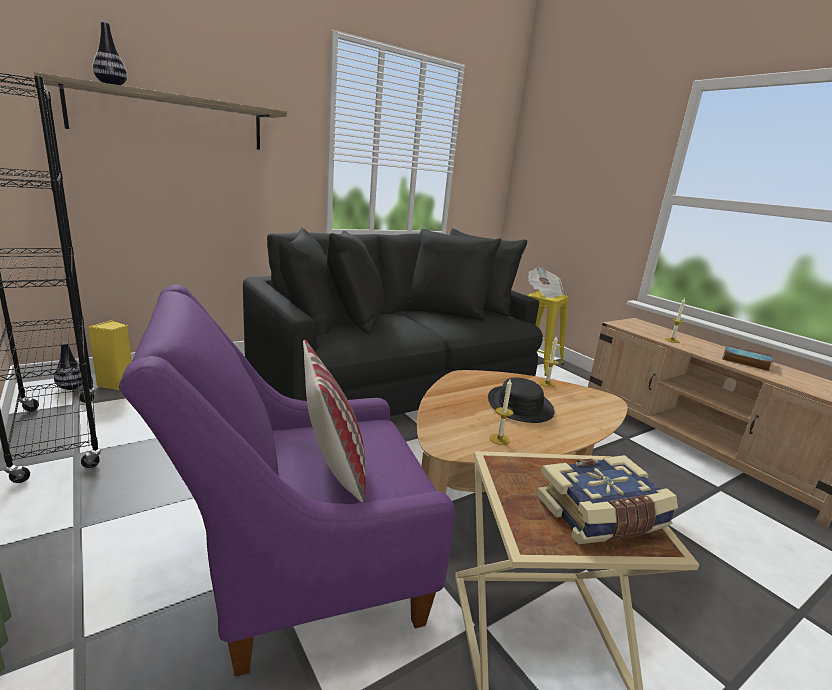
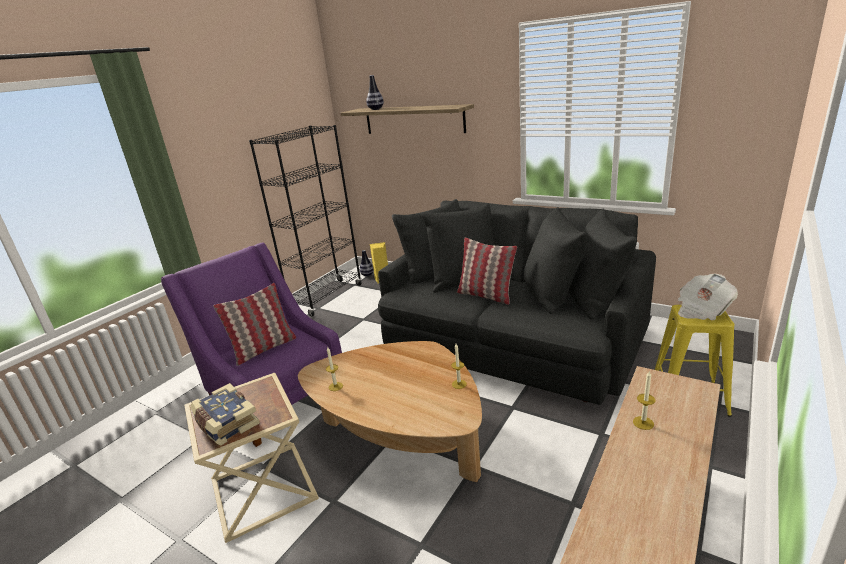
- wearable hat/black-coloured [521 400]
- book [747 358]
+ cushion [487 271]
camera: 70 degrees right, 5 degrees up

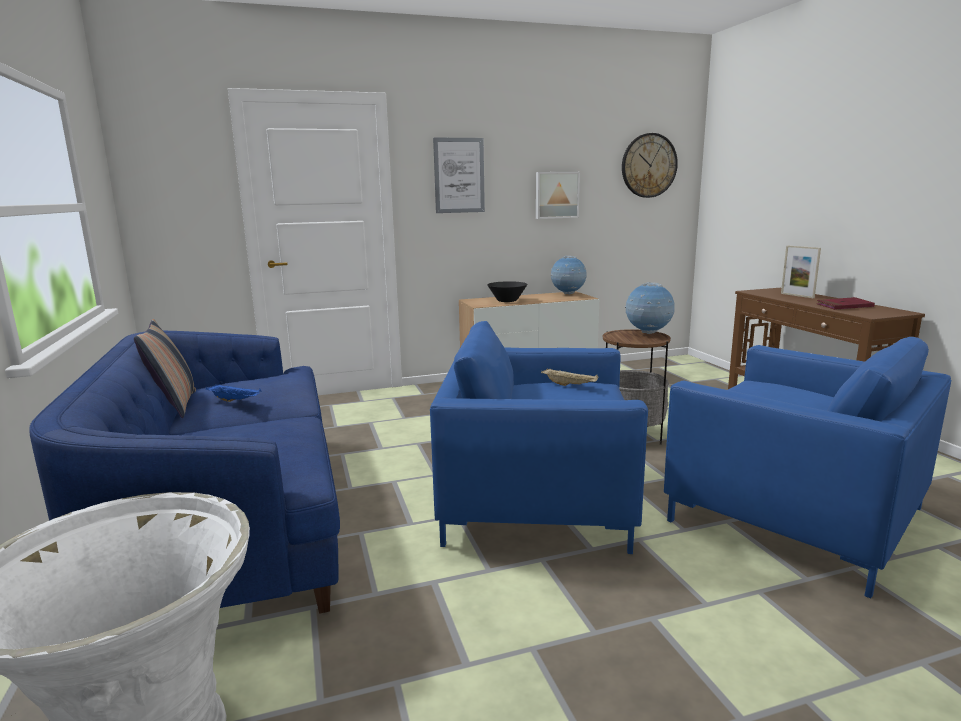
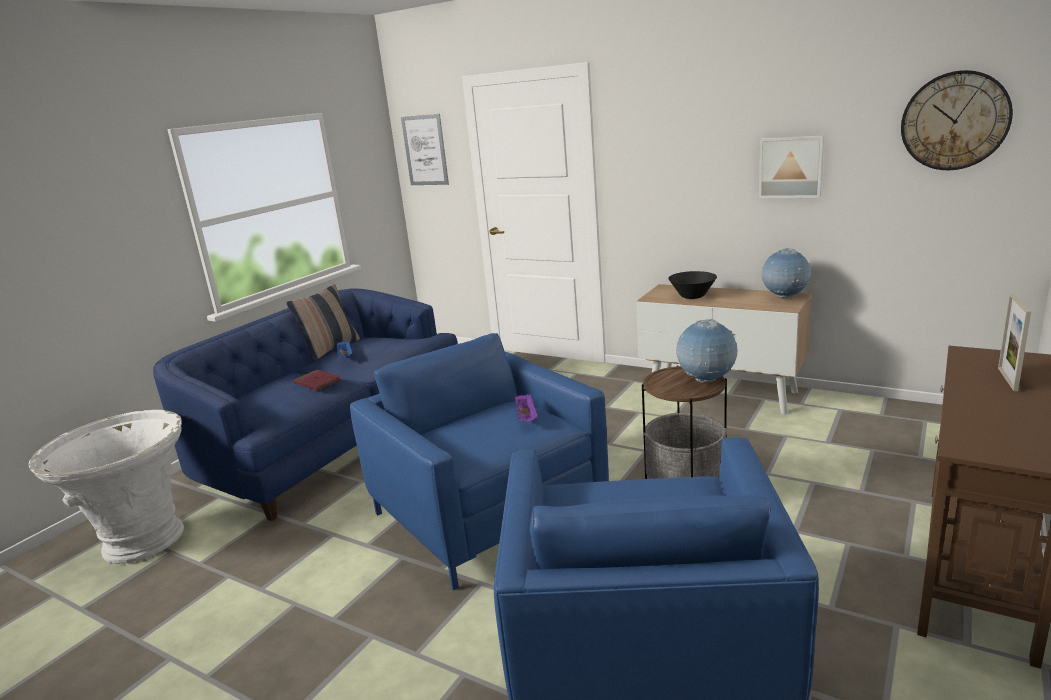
~ picture [459 175] to [425 149]
~ tray/beige [569 377] to tray/purple-coloured [526 408]
~ book/red [846 303] to [317 380]
camera: 50 degrees right, 5 degrees up

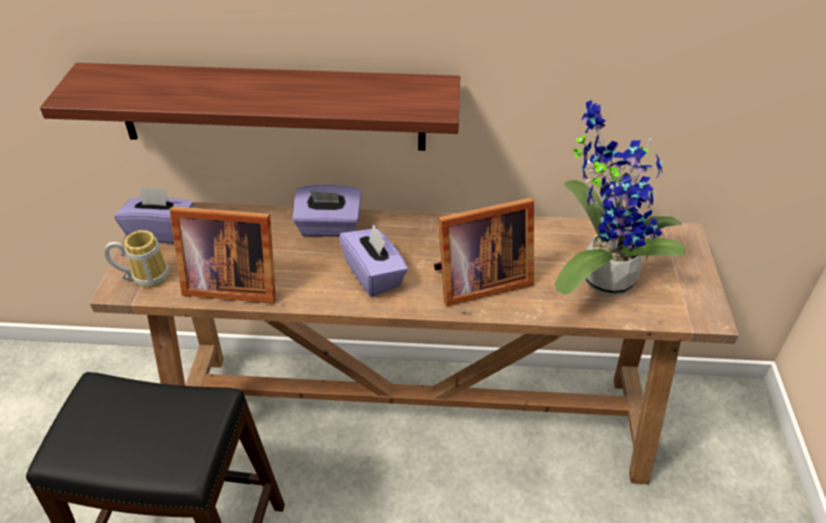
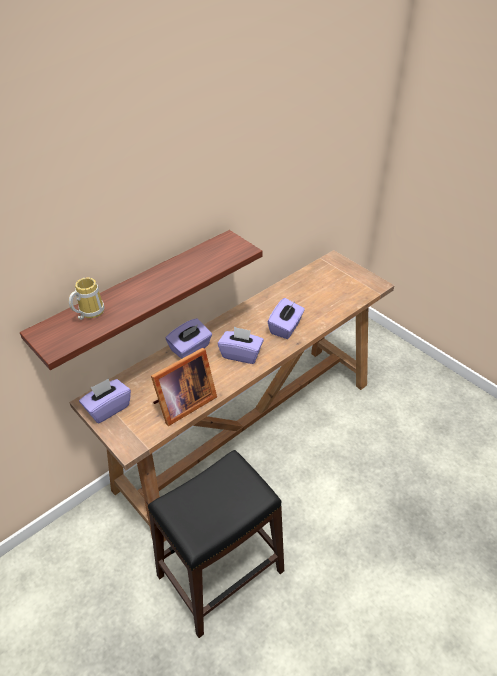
~ coffee mug [137 259] to [87 298]
~ standing frame [484 252] to box of tissues/purple-coloured [286 318]
- houseplant [620 198]
camera: 45 degrees left, 0 degrees up

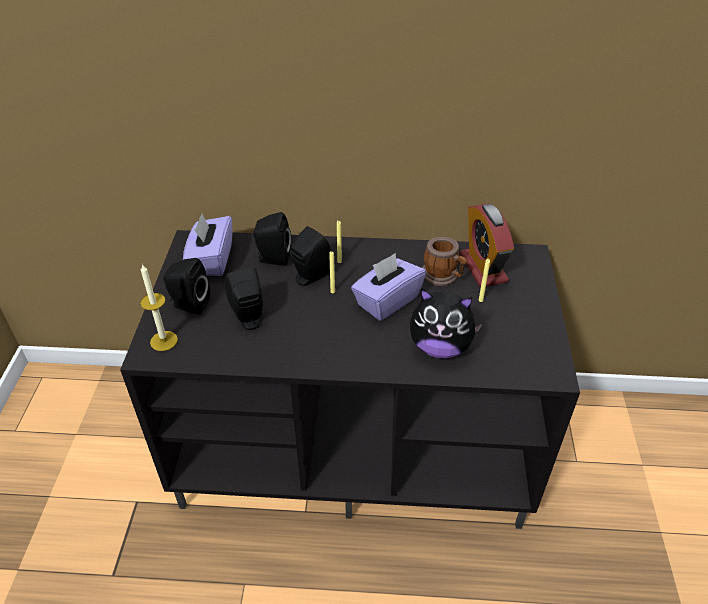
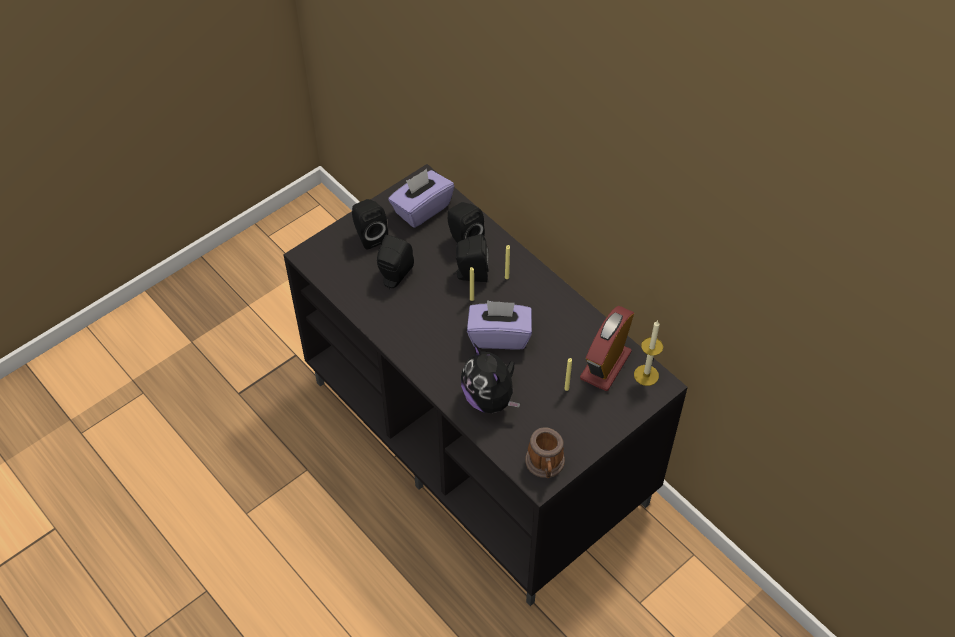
~ wax candle [159 307] to [648 353]
~ coffee mug [444 261] to [545 452]
camera: 45 degrees right, 10 degrees up

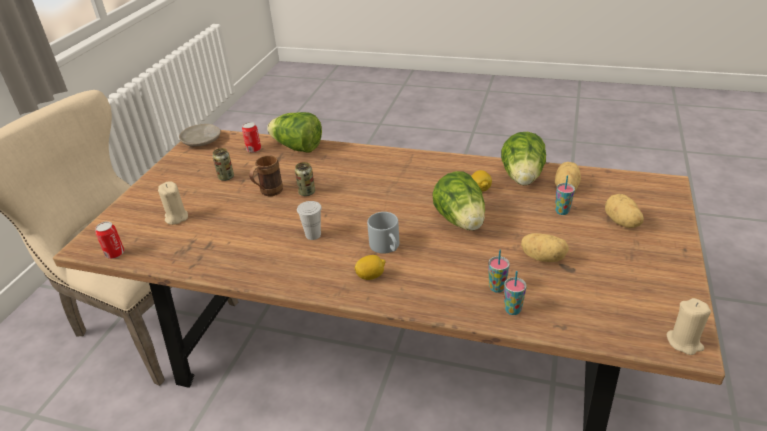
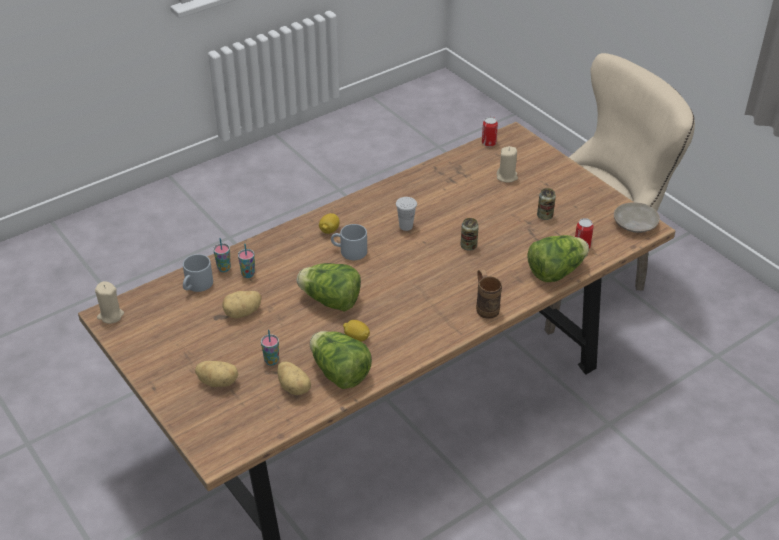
~ coffee mug/brownish [266 175] to [489 294]
+ coffee mug/gray [198 273]
camera: 125 degrees right, 5 degrees up

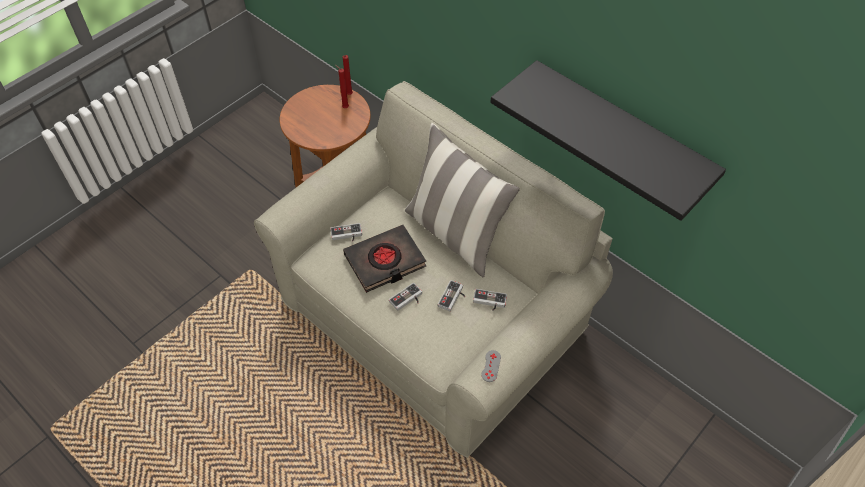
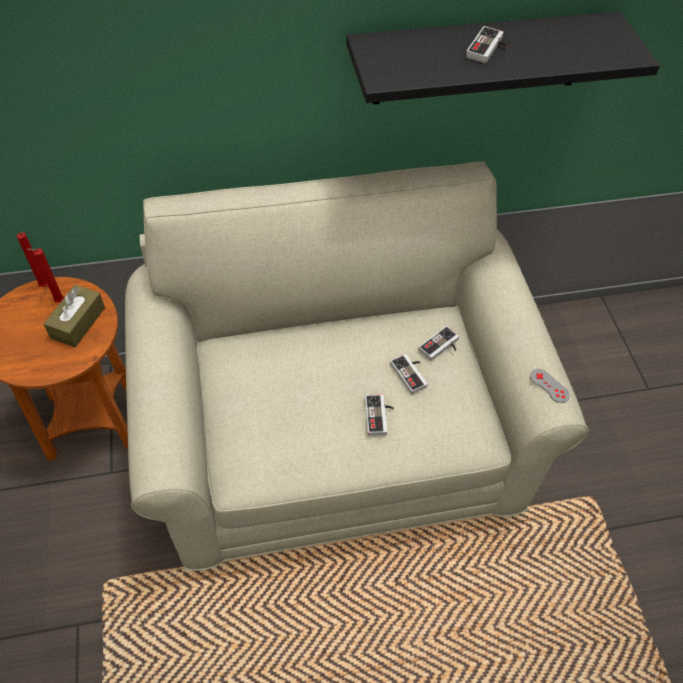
~ game controller [346 232] to [487 44]
- book/black-coloured [384 259]
- cushion [462 200]
+ box of tissues/brownish [74 316]
camera: 55 degrees left, 0 degrees up

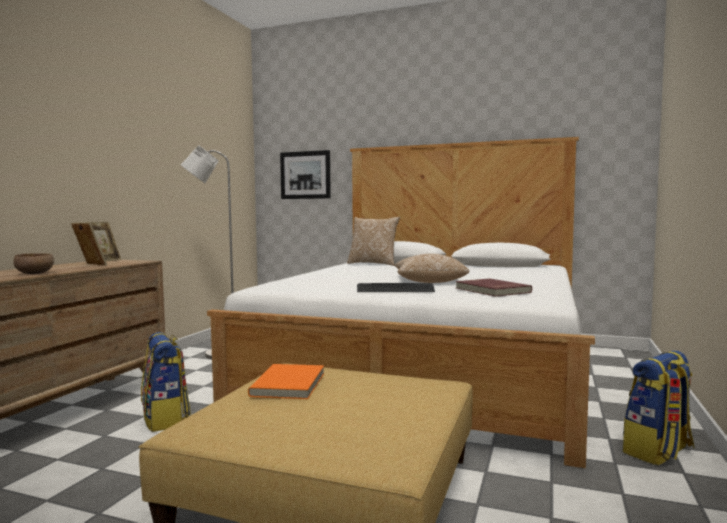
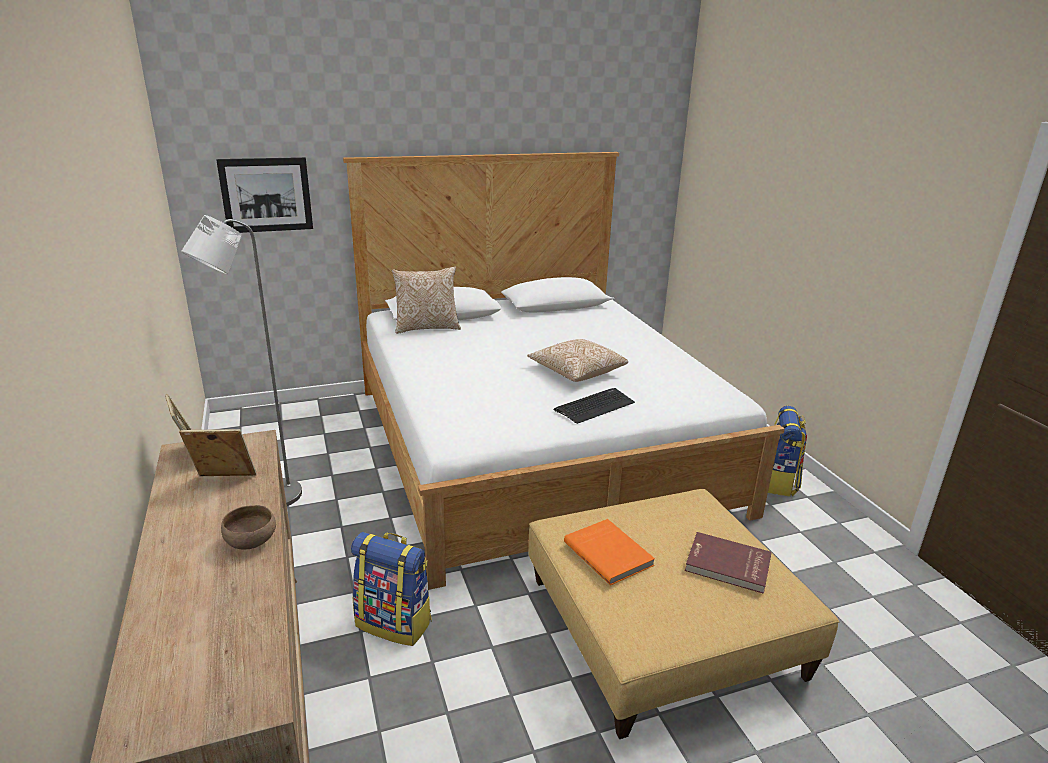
~ book/red [494 287] to [728 563]
camera: 40 degrees left, 20 degrees up

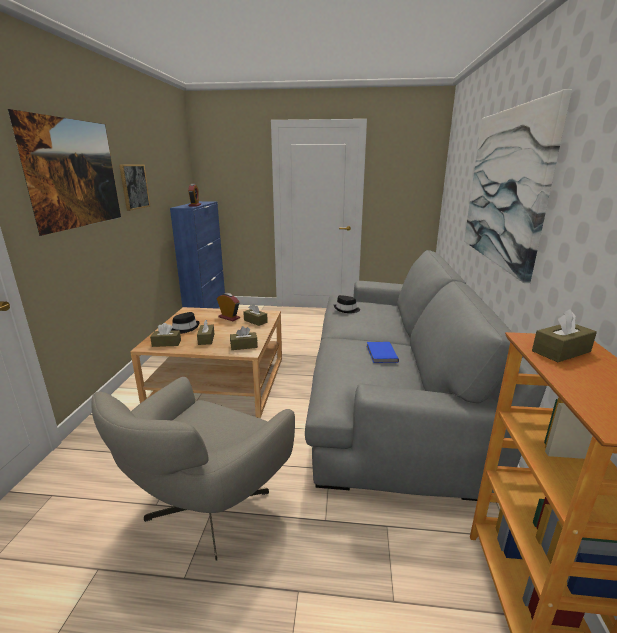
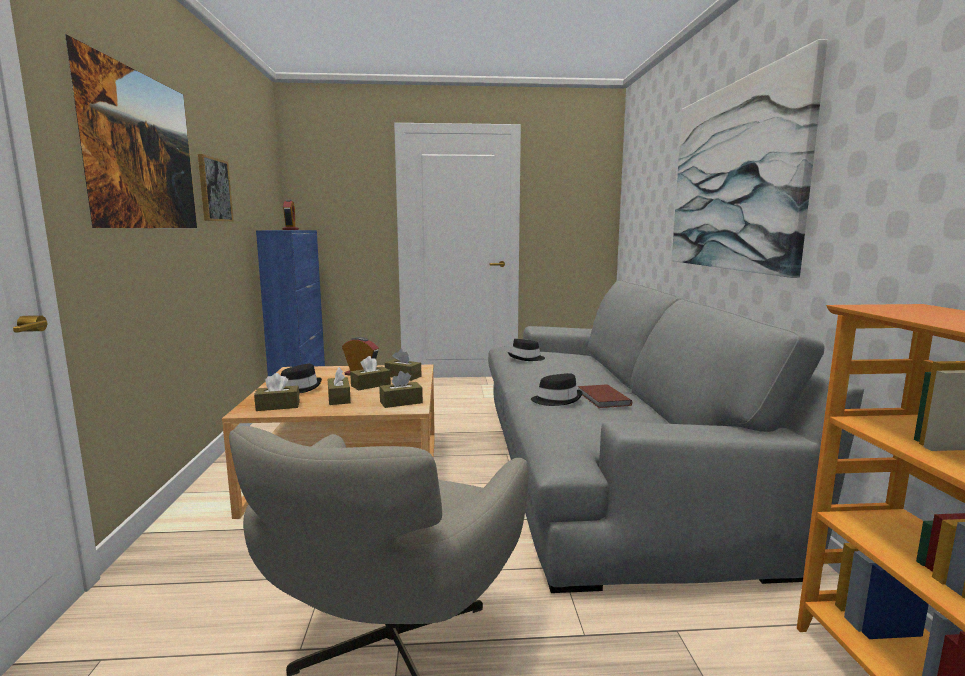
~ book/bluish [383 352] to book/brownish [605 396]
~ box of tissues/brownish [564 335] to [370 373]
+ wearable hat/black-coloured [556 389]
camera: 10 degrees left, 10 degrees down

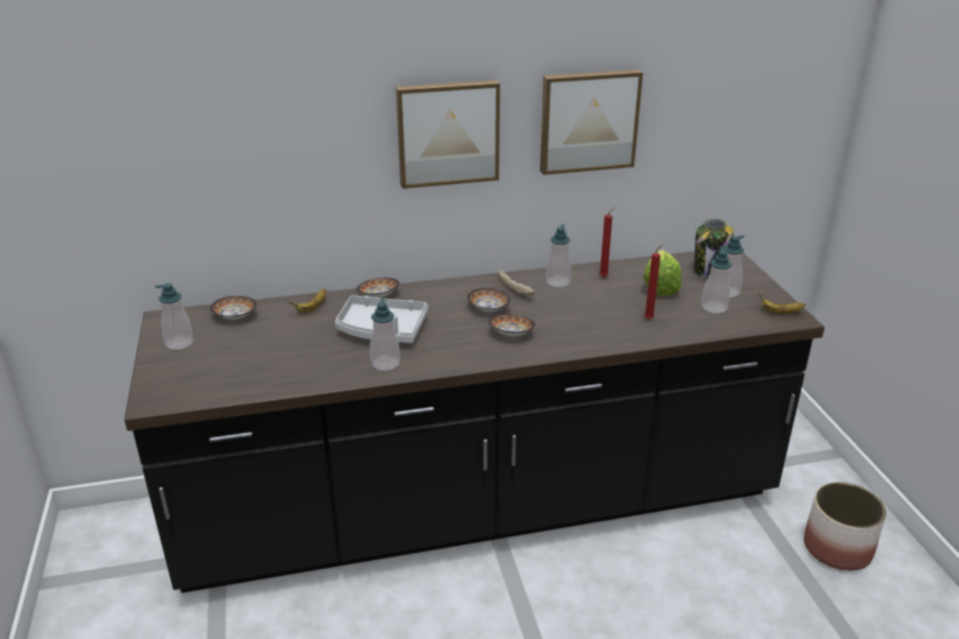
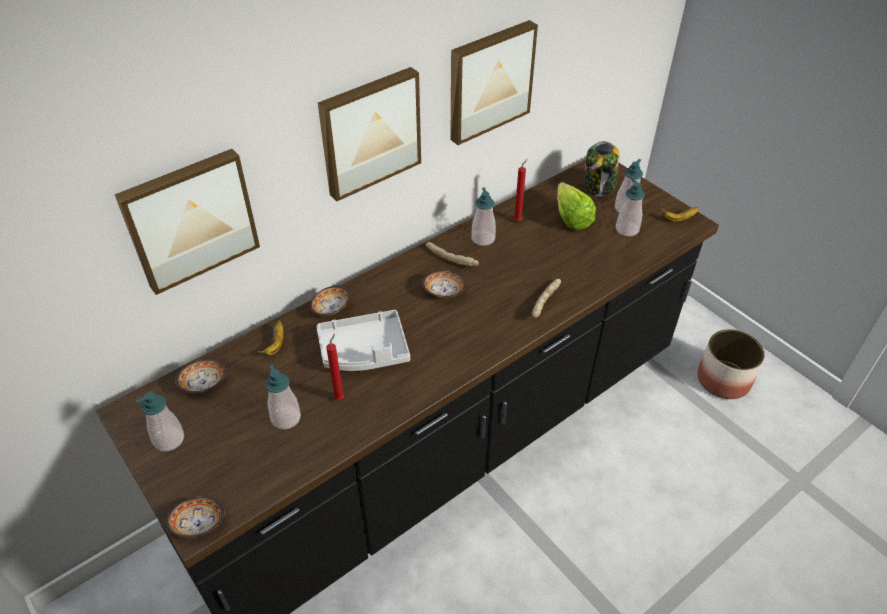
~ soap bottle [385 334] to [283 397]
~ serving bowl [511 325] to [195 517]
~ wax candle/red [653 281] to [335 367]
+ picture [187 222]
+ bakery bread [546 298]
camera: 25 degrees left, 15 degrees up

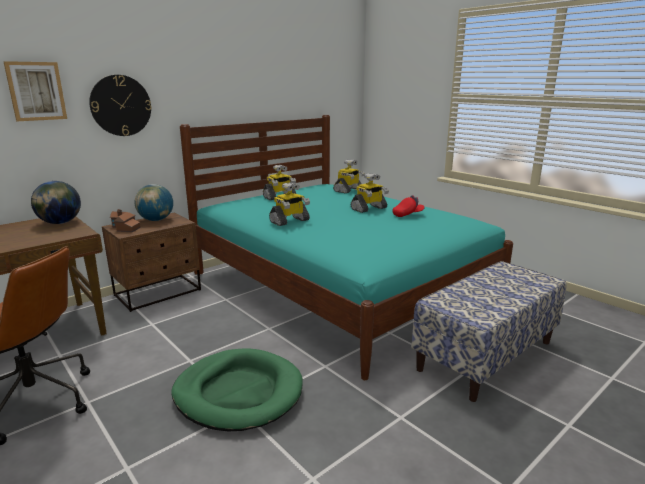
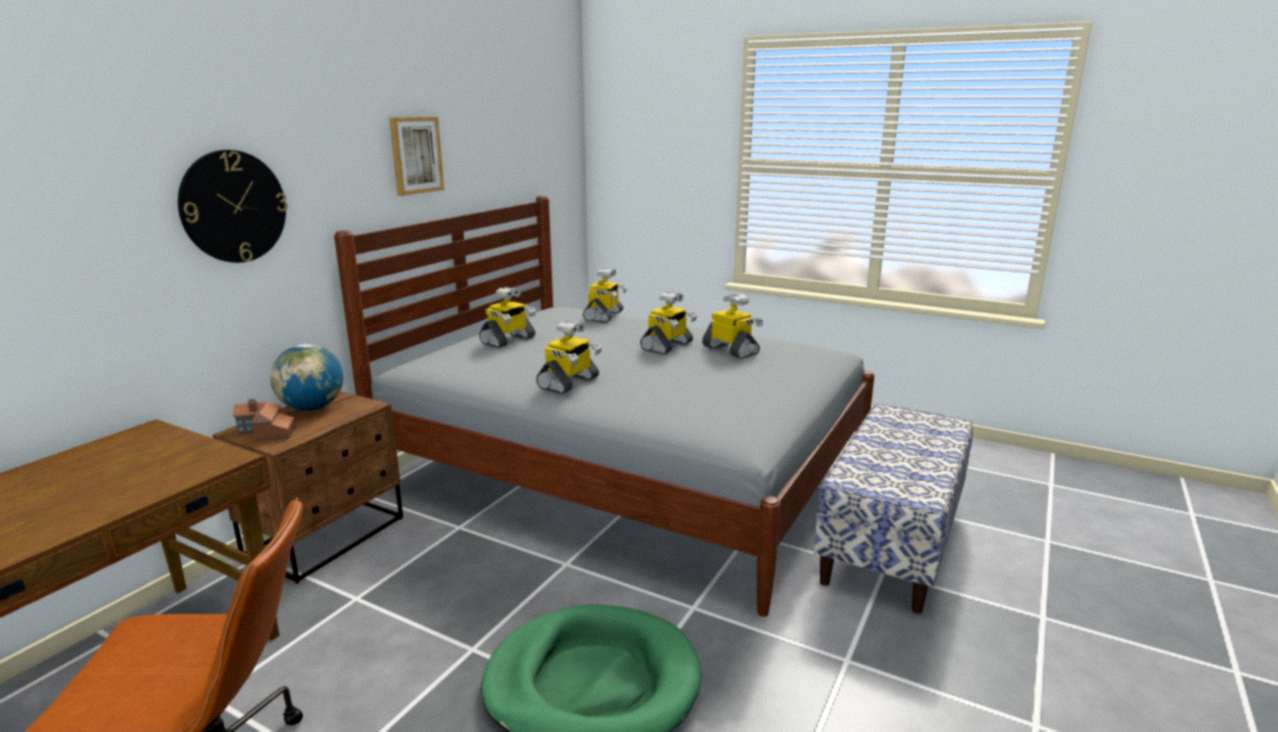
~ picture [35 91] to [416 156]
- desk globe [56 202]
~ bedroom bed/turquoise-coloured [346 247] to bedroom bed/gray [604 406]
~ baseball cap/red [408 206] to toy robot [732 326]
camera: 20 degrees left, 0 degrees up

